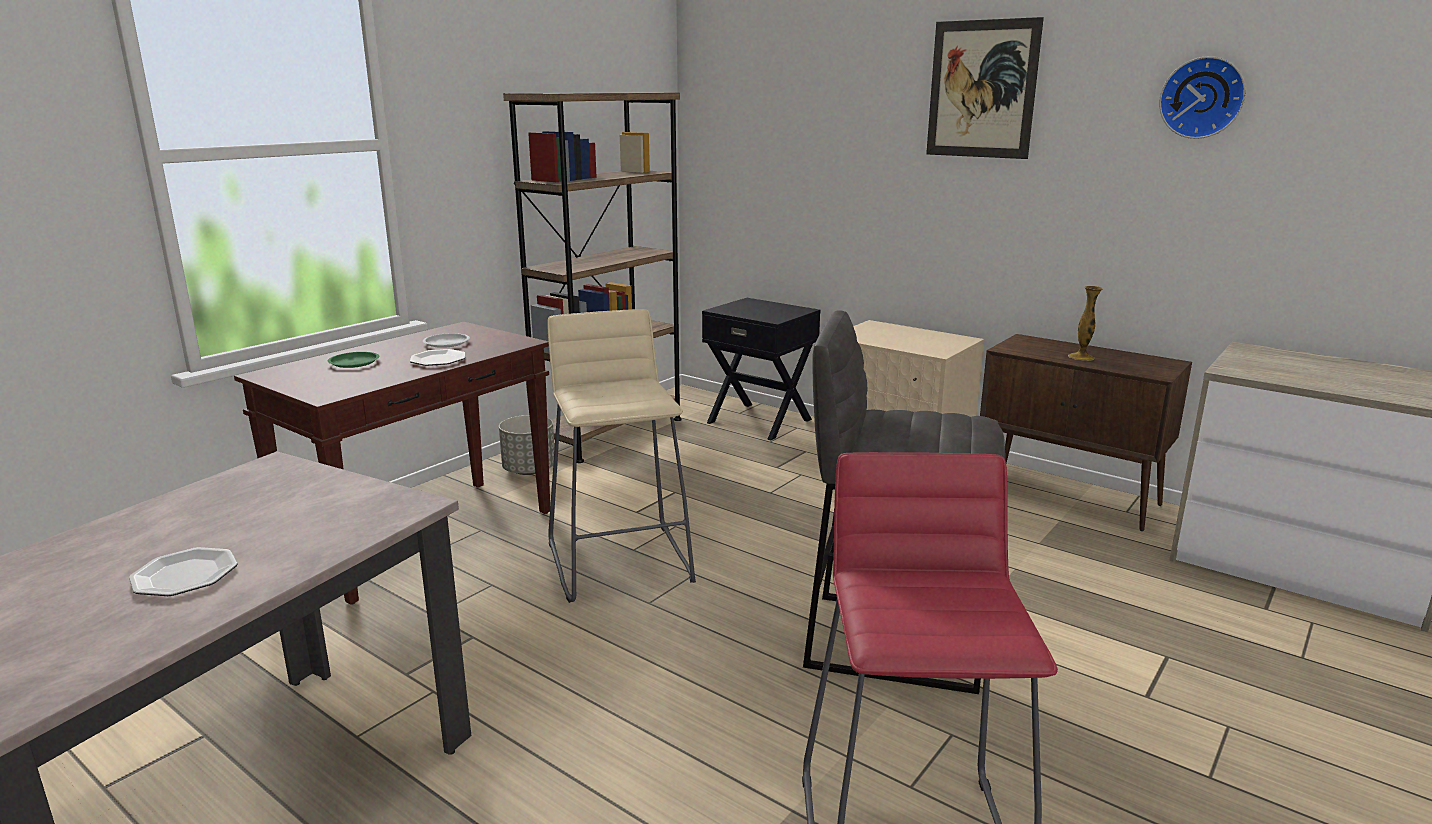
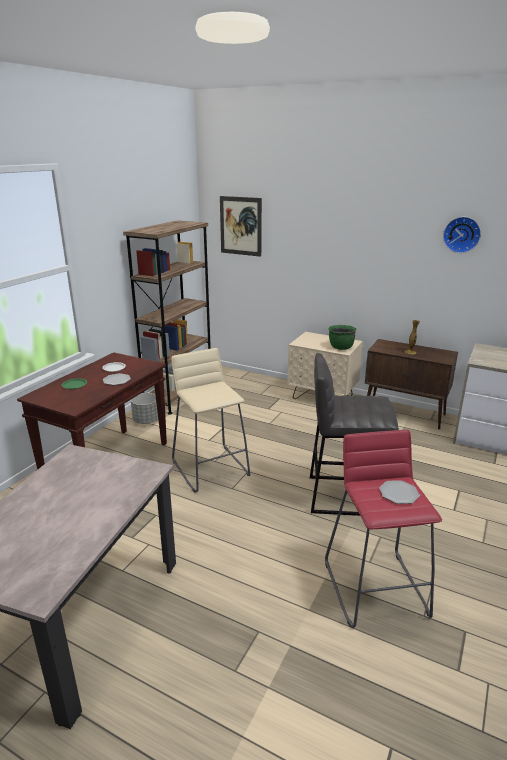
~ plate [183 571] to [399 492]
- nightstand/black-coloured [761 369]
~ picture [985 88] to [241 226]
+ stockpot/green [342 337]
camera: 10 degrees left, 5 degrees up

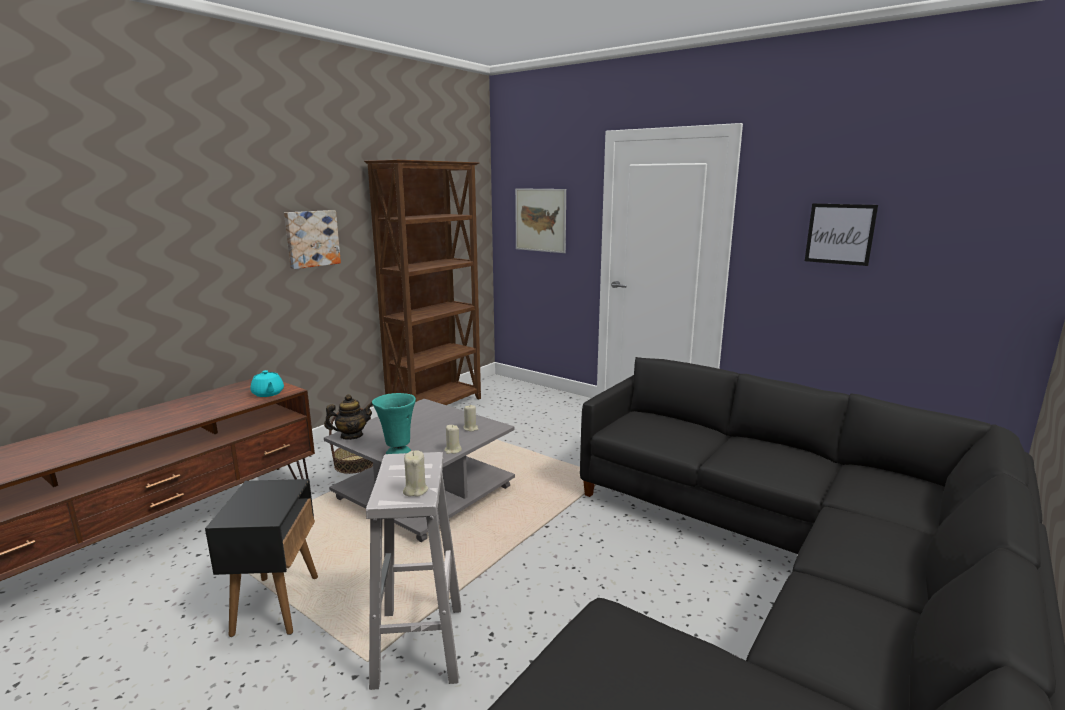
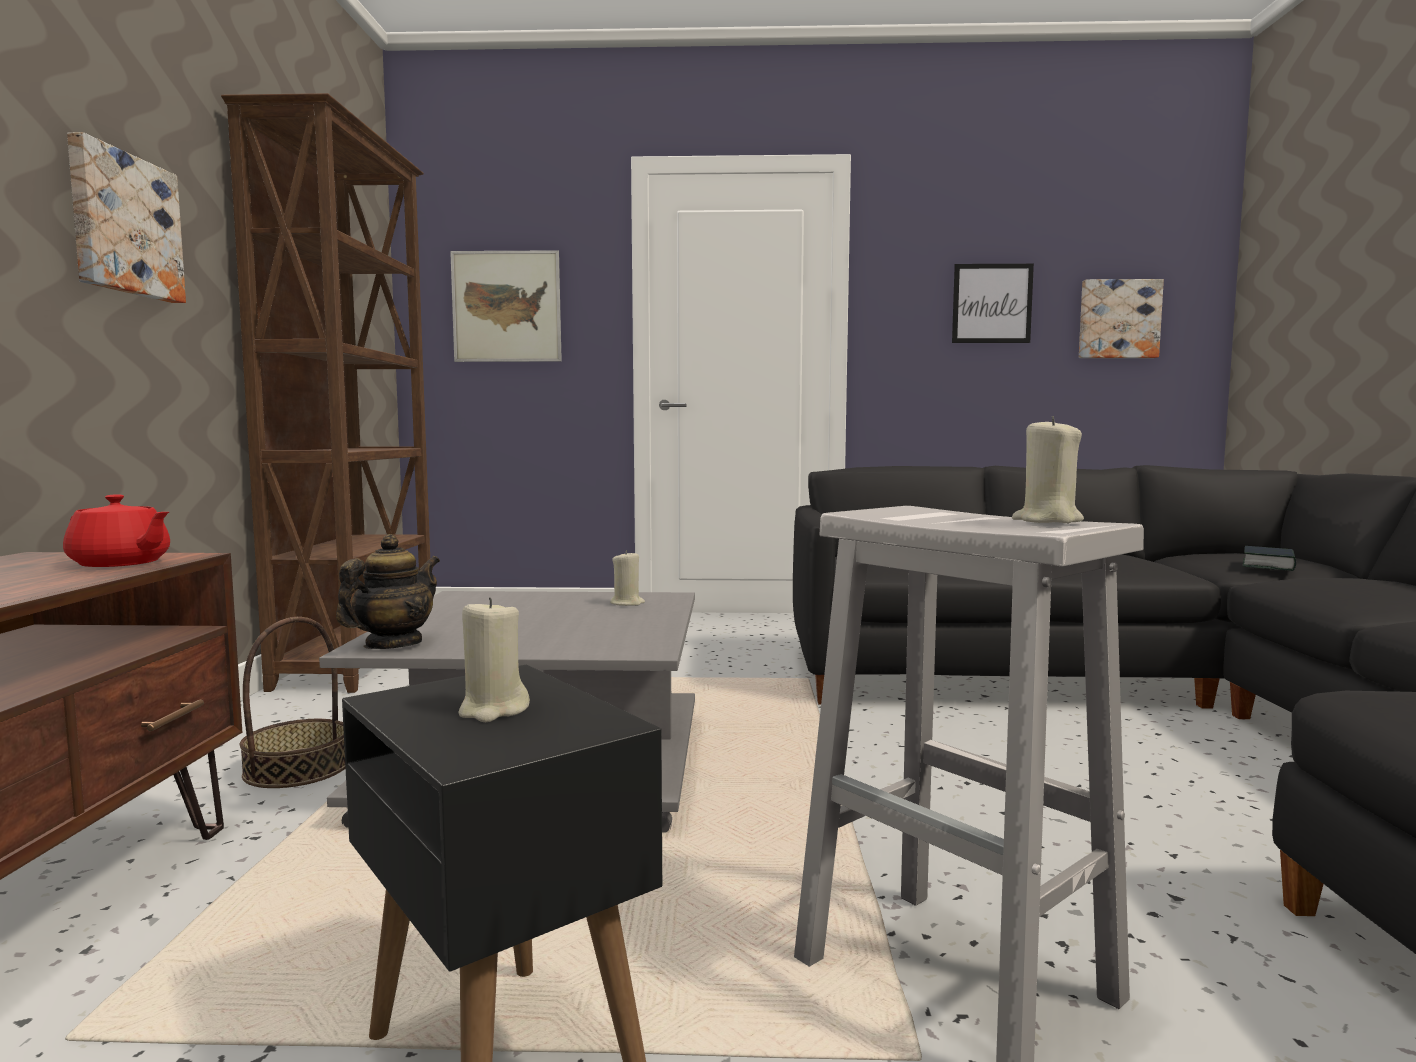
~ pot for tea/turquoise-coloured [267 383] to pot for tea/red [116 531]
- flower vase/turquoise-coloured [394 423]
~ wax candle/beige [453 439] to [494 659]
+ picture [1121 318]
+ book [1269 558]
camera: 35 degrees left, 10 degrees down

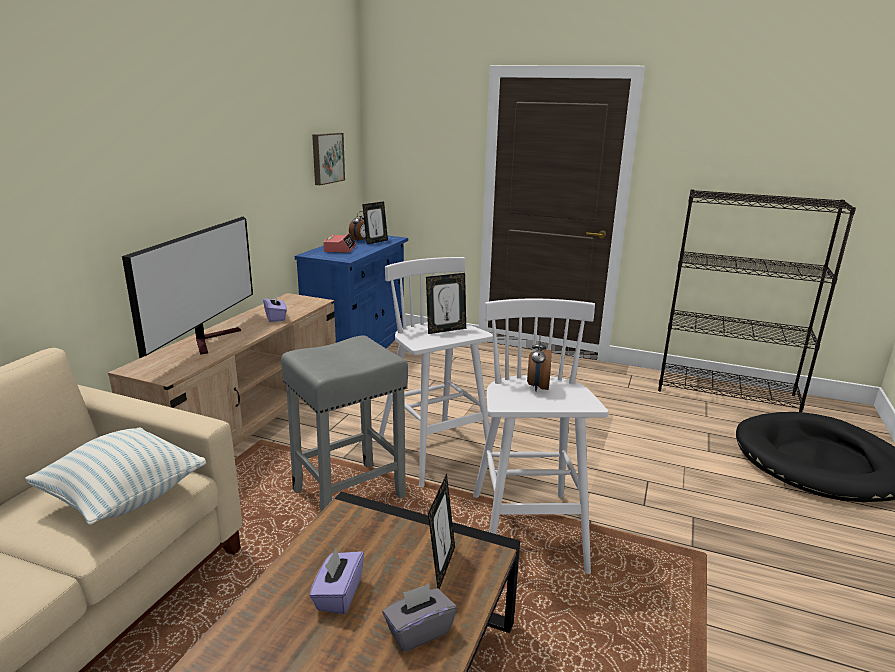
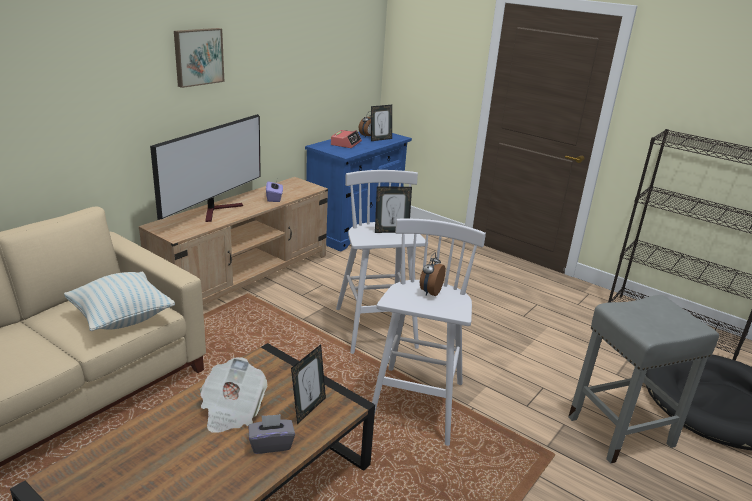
~ sitting stool/gray [344 423] to [643 379]
~ box of tissues/purple-coloured [336 581] to printed paper [233 395]
~ picture [328 159] to [199 58]
camera: 15 degrees right, 5 degrees up

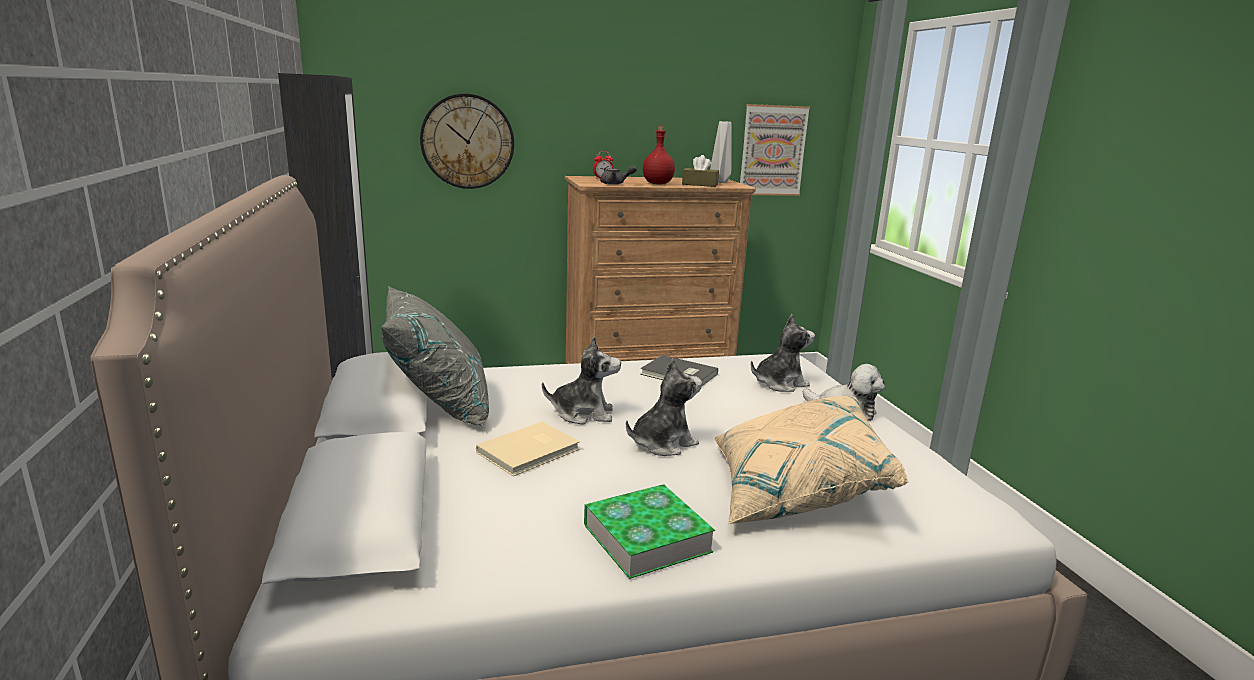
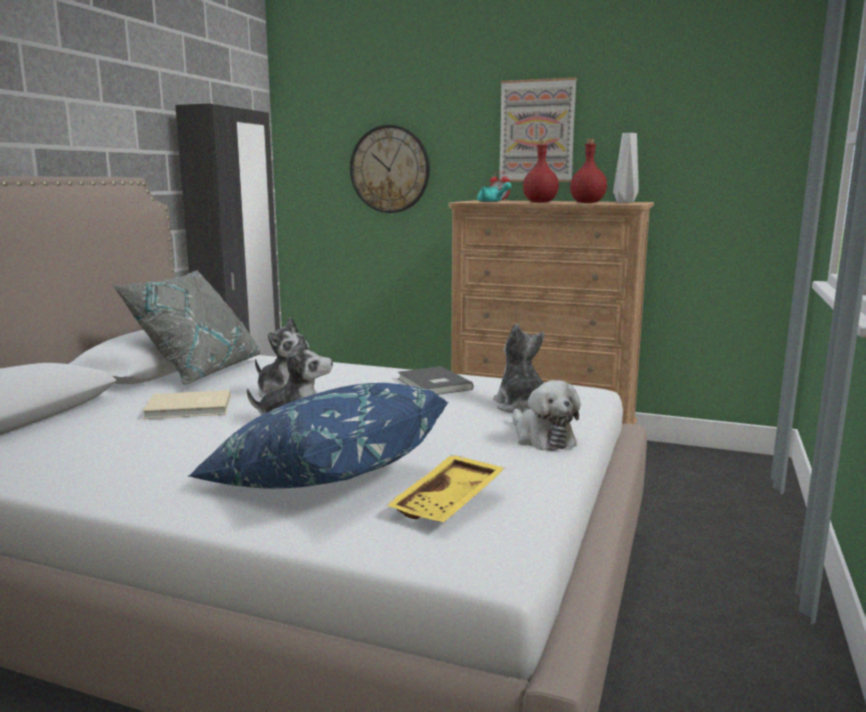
- book [649 531]
~ pot for tea/gray [618 175] to pot for tea/turquoise-coloured [494 192]
~ box of tissues/brownish [700 171] to bottle/red [588 171]
~ cushion/beige [811 460] to cushion/bluish [318 436]
~ picture [775 150] to [537 129]
~ soft toy [783 353] = [518 368] 120 degrees counterclockwise
+ tray/yellow-coloured [445 488]
camera: 35 degrees right, 5 degrees down

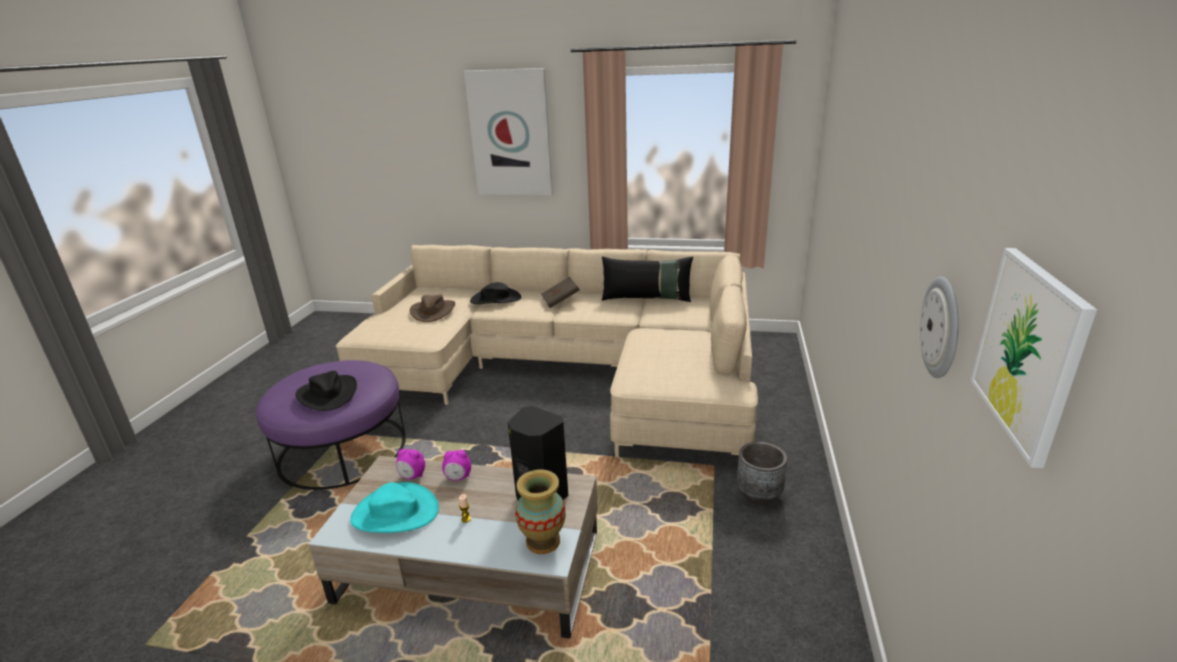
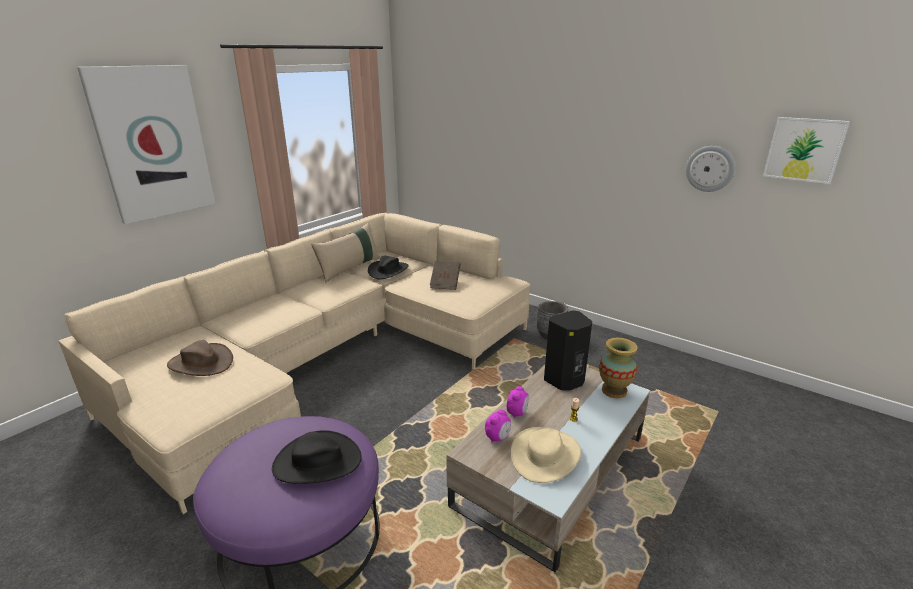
~ wearable hat/turquoise-coloured [394 507] to wearable hat/beige [546 455]
~ wearable hat/black-coloured [495 293] to [388 267]
~ book/brownish [560 292] to [445 275]
~ cushion/black-coloured [647 279] to cushion/beige [345 253]
camera: 65 degrees left, 0 degrees up

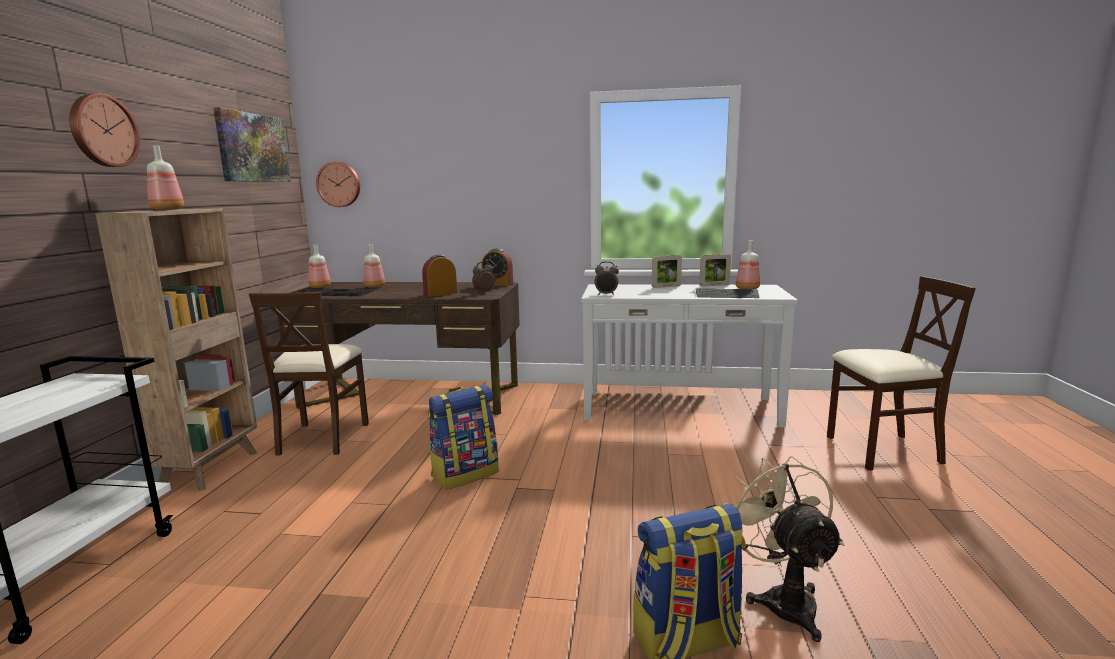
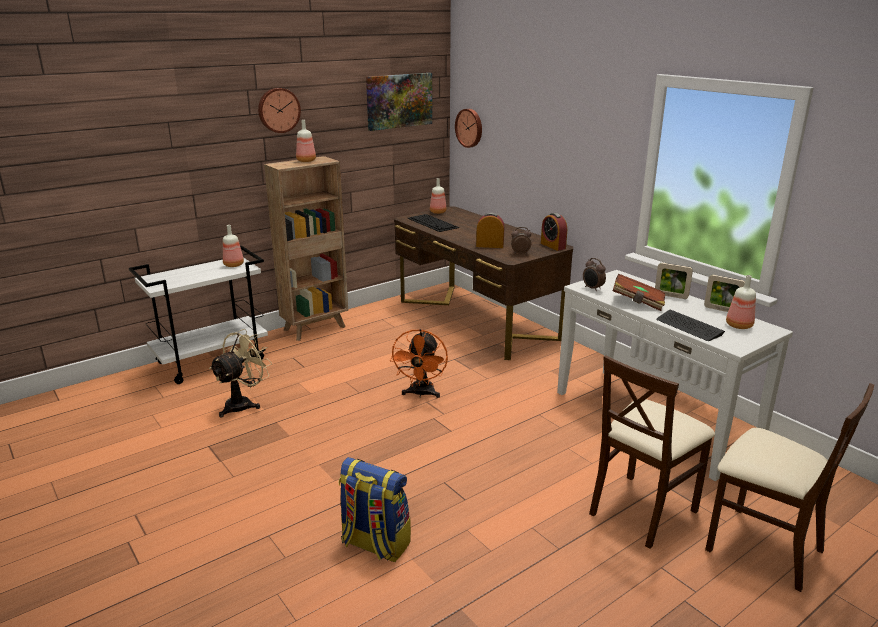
~ upright chair/beige [309 374] to [652 452]
~ bottle [374 266] to [233 246]
~ knapsack [462 437] to cooling fan/orange [419 363]
~ cooling fan/beige [784 549] to [240 373]
+ book/brownish [639 292]
camera: 45 degrees right, 10 degrees up

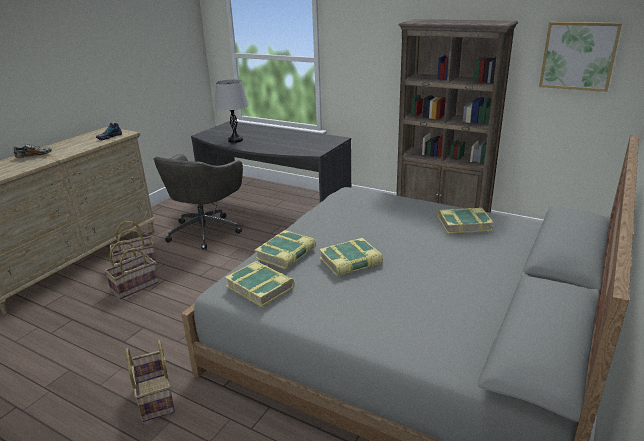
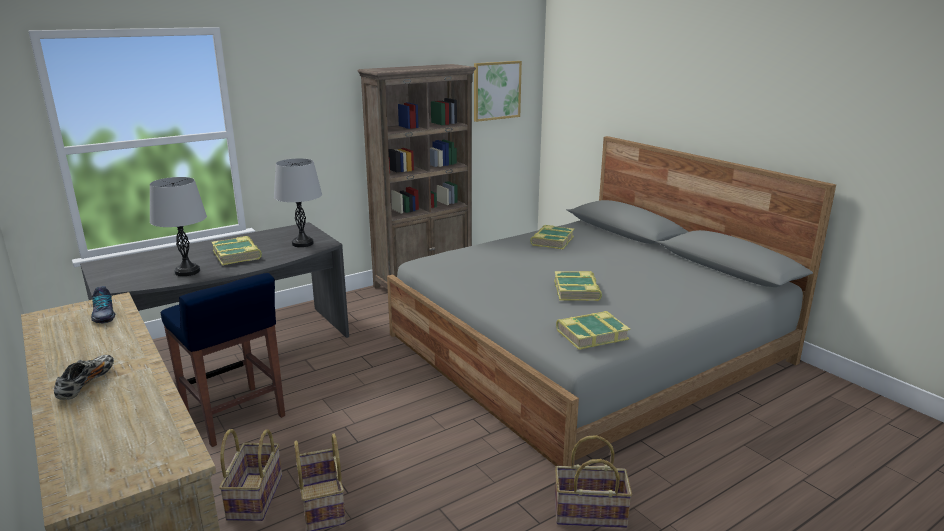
~ desk chair/gray [198 202] to sitting stool/bluish [222 360]
~ book [285 249] to [237 250]
+ lamp for a table/gray [298 202]
camera: 65 degrees left, 5 degrees down

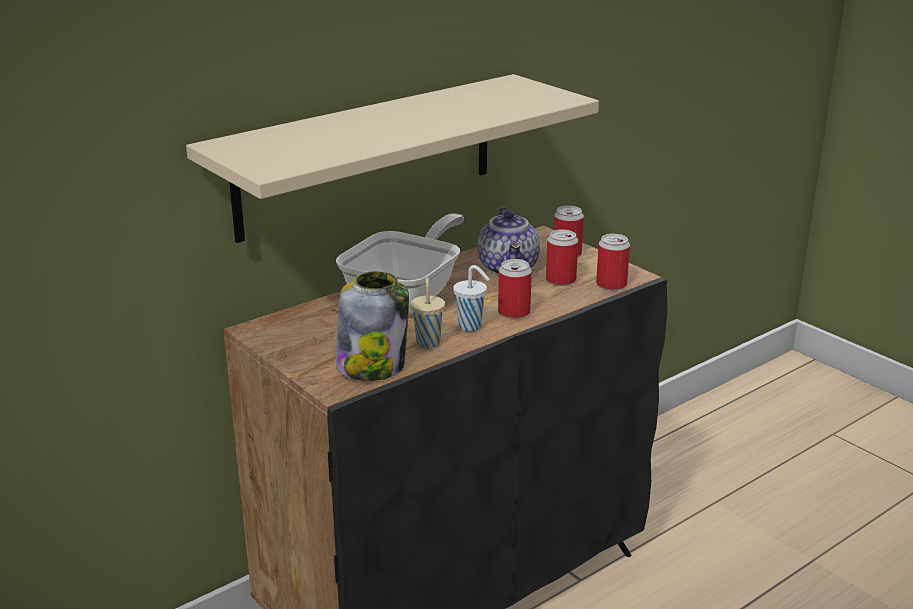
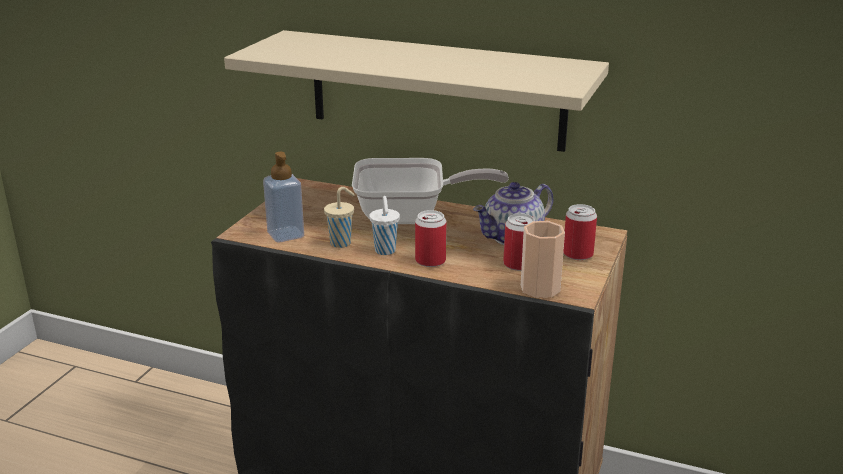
~ jar [372 326] to soap bottle [283 197]
~ can [613 262] to cup [543 259]
camera: 60 degrees right, 0 degrees up

